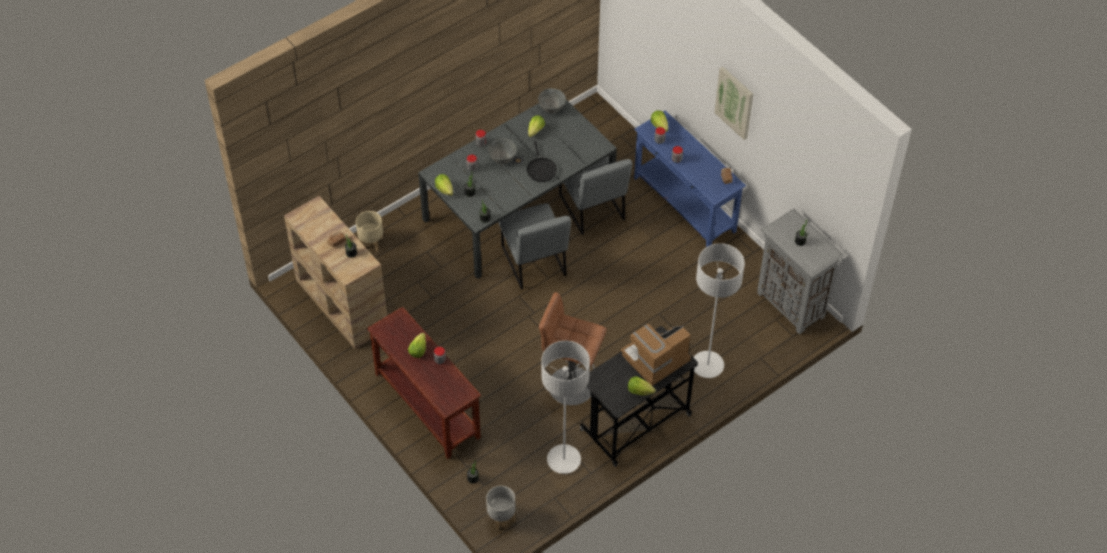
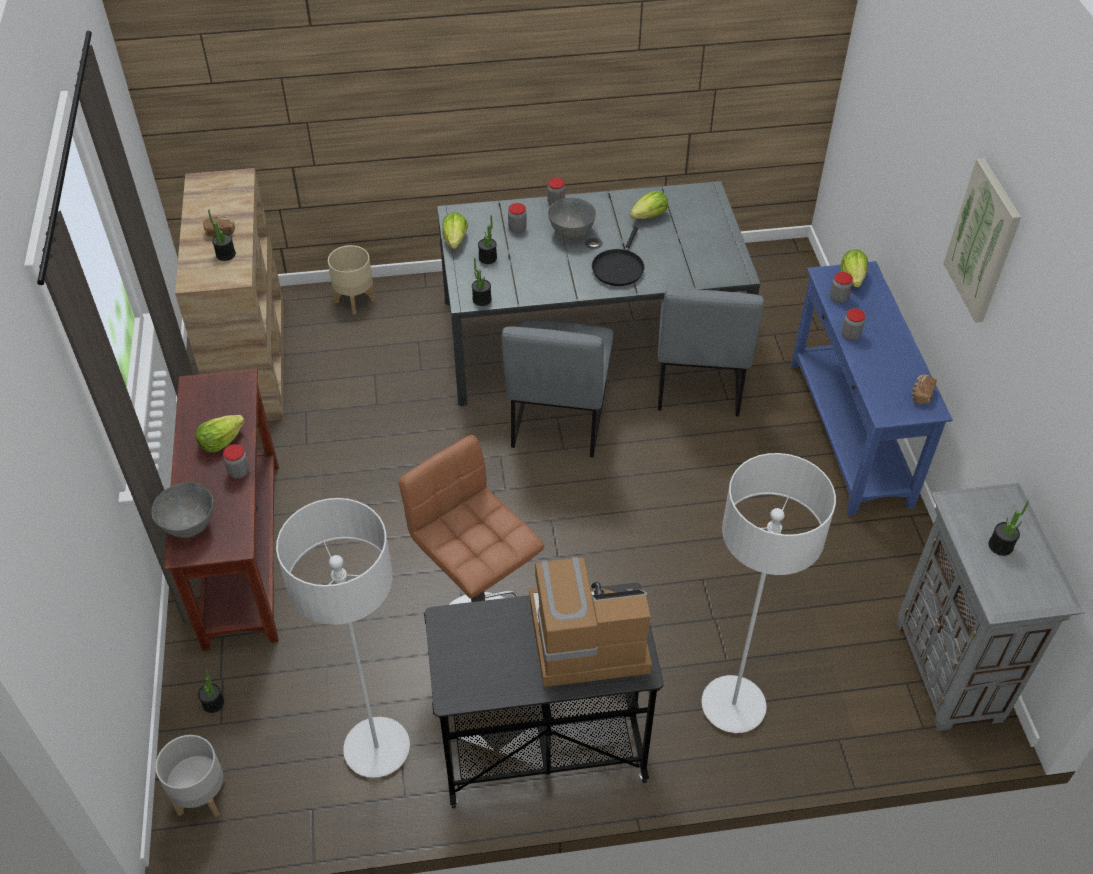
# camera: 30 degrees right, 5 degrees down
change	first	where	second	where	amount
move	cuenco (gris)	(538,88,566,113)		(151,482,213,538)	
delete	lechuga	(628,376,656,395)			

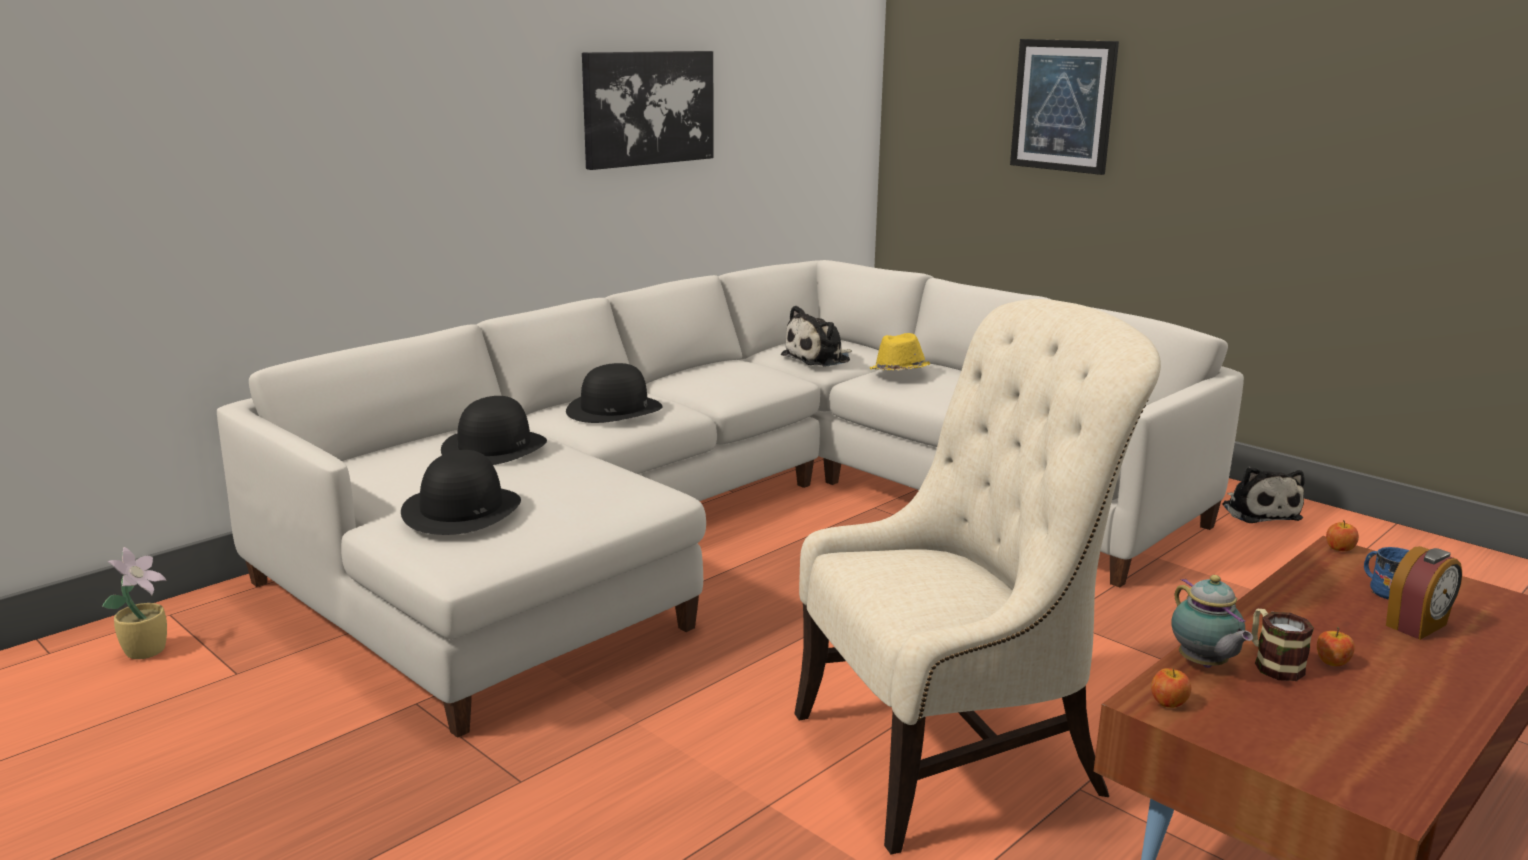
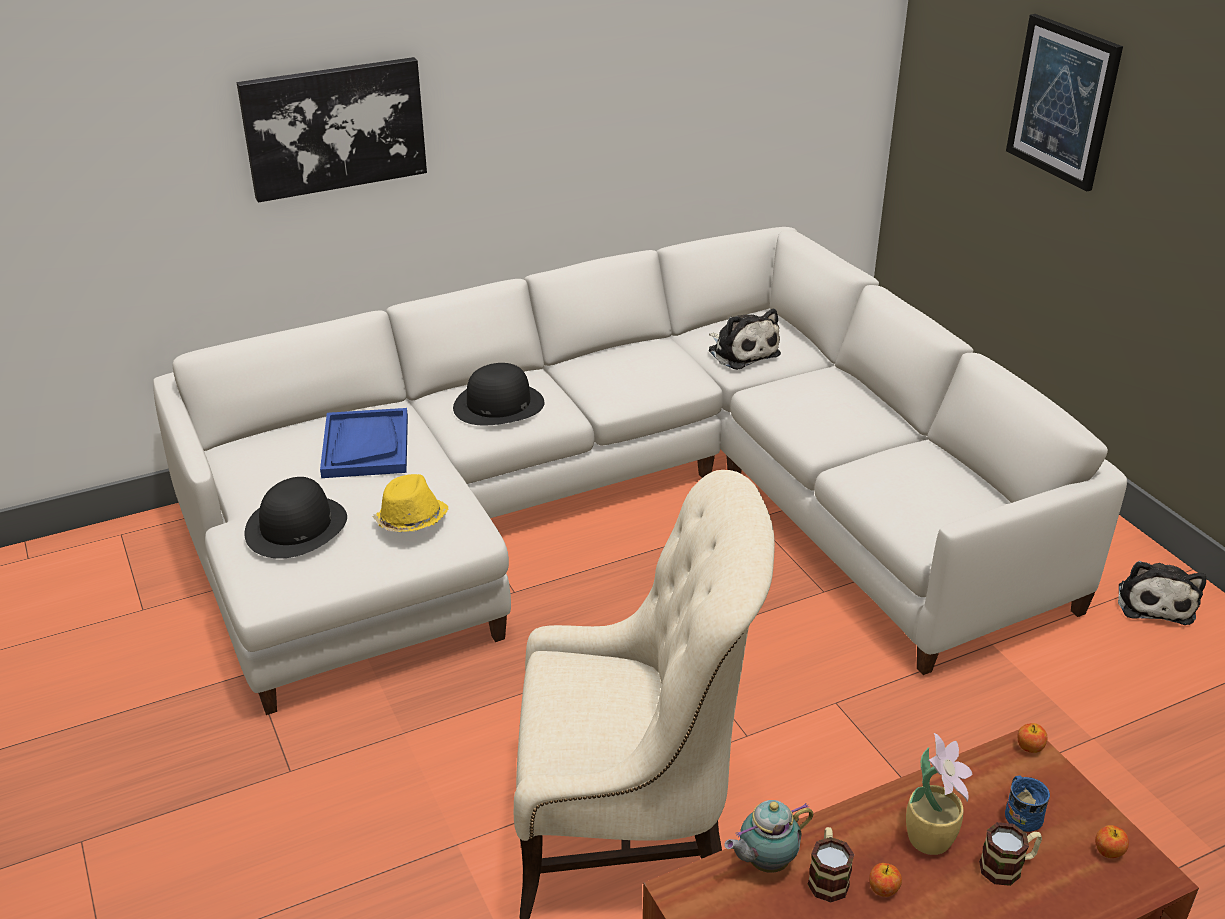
# camera: 20 degrees right, 15 degrees up
change	first	where	second	where	amount
move	cuadro	(582,51,713,170)		(237,57,427,203)	
rotate	peluche	(781,305,852,367)		(708,309,781,370)	105 degrees counterclockwise
move	sombrero (amarillo)	(869,333,930,371)		(373,474,449,532)	
replace	sombrero (negro)	(441,396,547,465)	bandeja (azul)	(320,408,408,478)	
replace	despertador	(1386,546,1462,640)	taza grande	(979,822,1042,886)	
move	planta en maceta	(102,547,167,659)		(906,733,973,855)	
rotate	tetera	(1171,575,1253,668)		(725,800,813,873)	60 degrees clockwise
move	manzana	(1151,668,1191,708)		(1095,825,1129,858)	

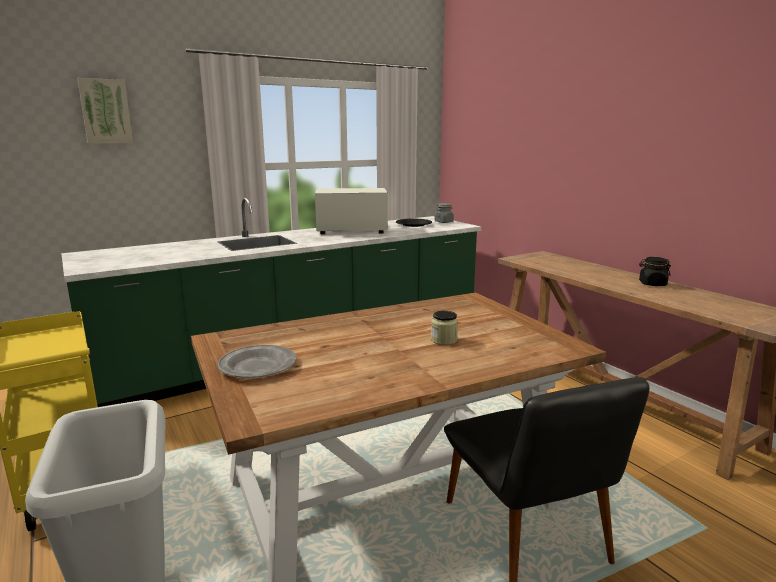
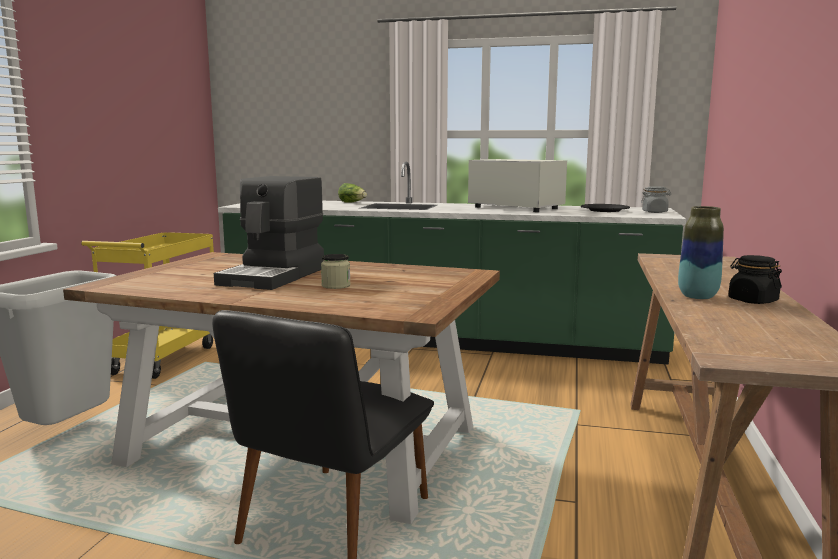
# camera: 45 degrees right, 5 degrees down
change	first	where	second	where	amount
delete	cuadro	(77,78,133,143)			
delete	plato (gris)	(218,345,296,378)			
insert			cafetera	(214,176,324,290)	
insert			lechuga	(338,183,367,203)	
insert			florero	(678,206,724,299)	

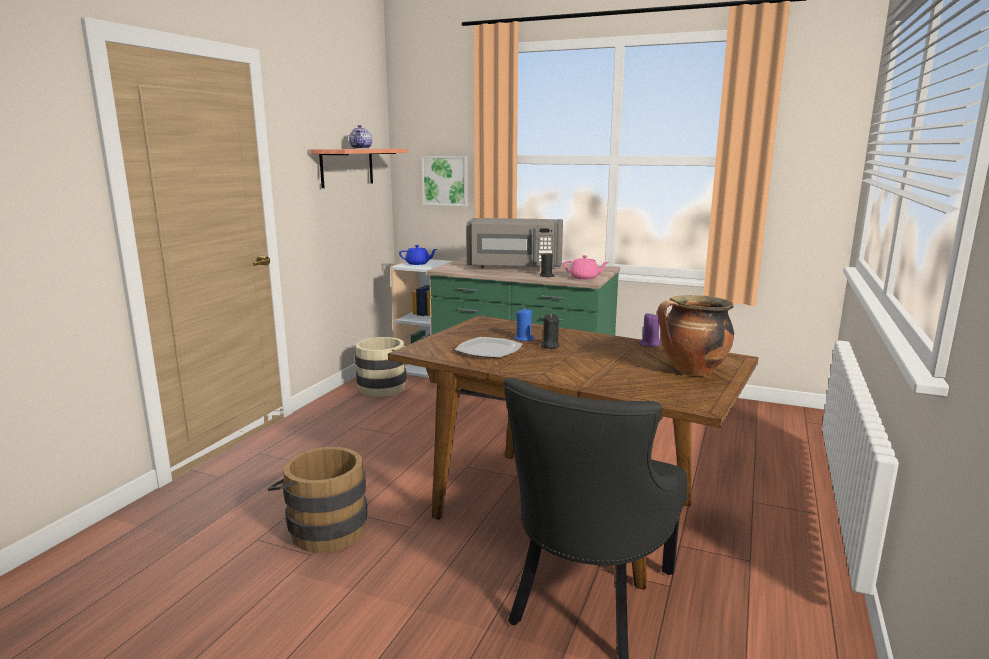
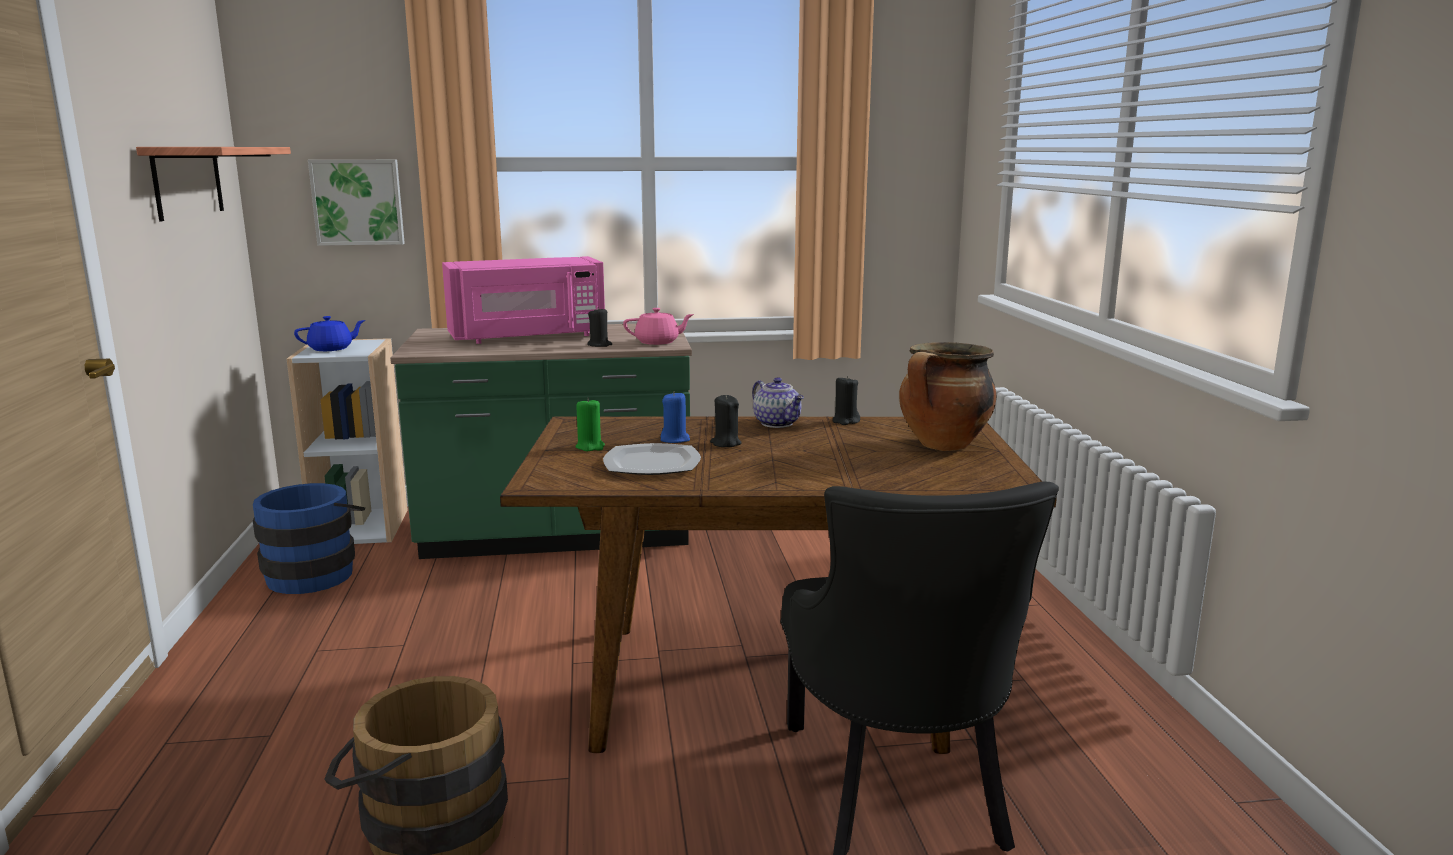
# camera: 30 degrees left, 0 degrees up
change	first	where	second	where	amount
move	tetera	(349,125,372,149)		(752,377,804,428)	
recolor	microondas (gris)	(467,218,563,268)	microondas (rosa)	(442,256,605,344)	
recolor	vela (morado)	(640,313,661,347)	vela (negro)	(832,376,860,425)	
recolor	cubo (beis)	(355,337,406,397)	cubo (azul)	(253,483,365,594)	
insert			vela (verde)	(575,397,605,451)	

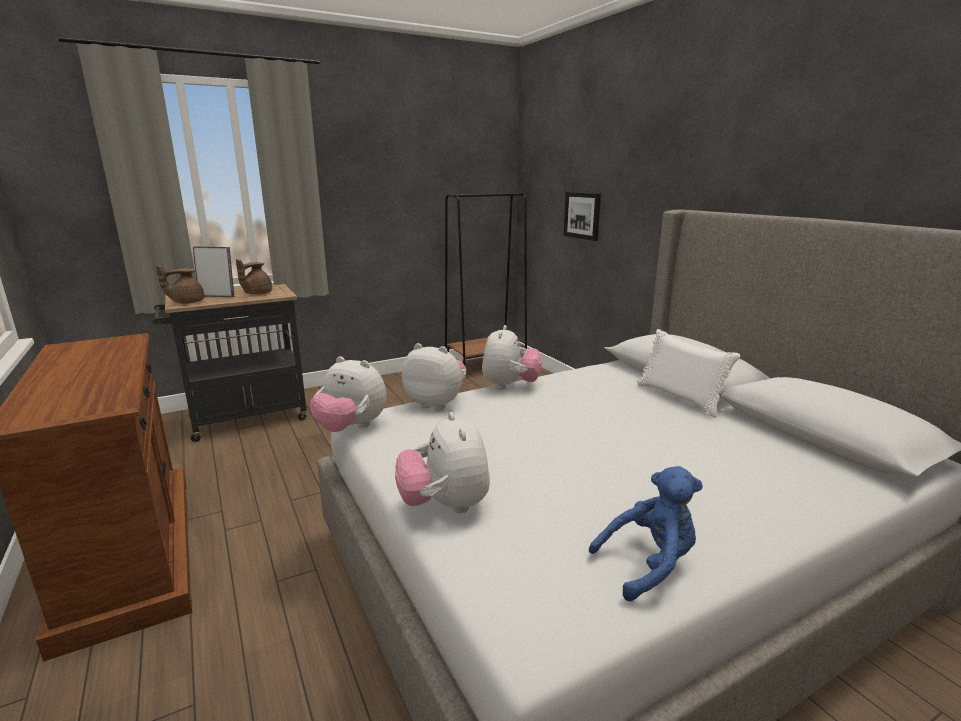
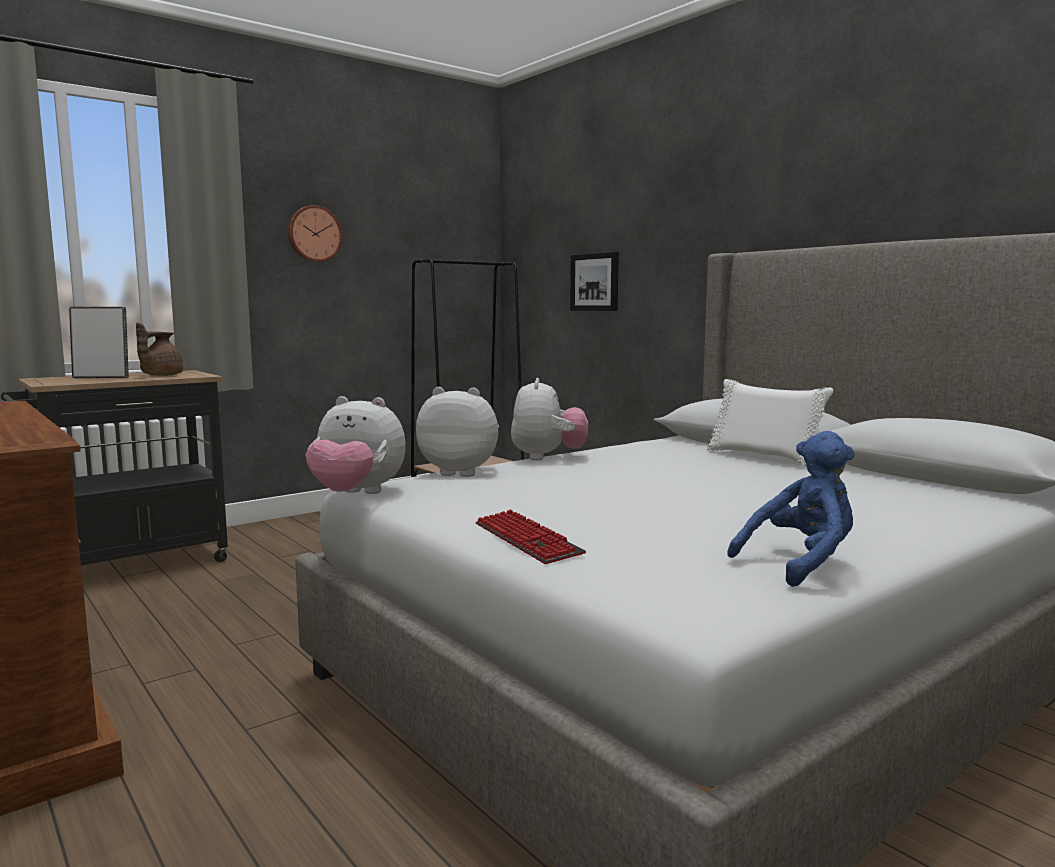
# camera: 10 degrees left, 10 degrees down
change	first	where	second	where	amount
delete	tetera (marrón)	(156,265,204,304)			
replace	peluche	(395,412,490,513)	teclado	(475,509,586,564)	
insert			reloj de pared	(288,205,342,262)	

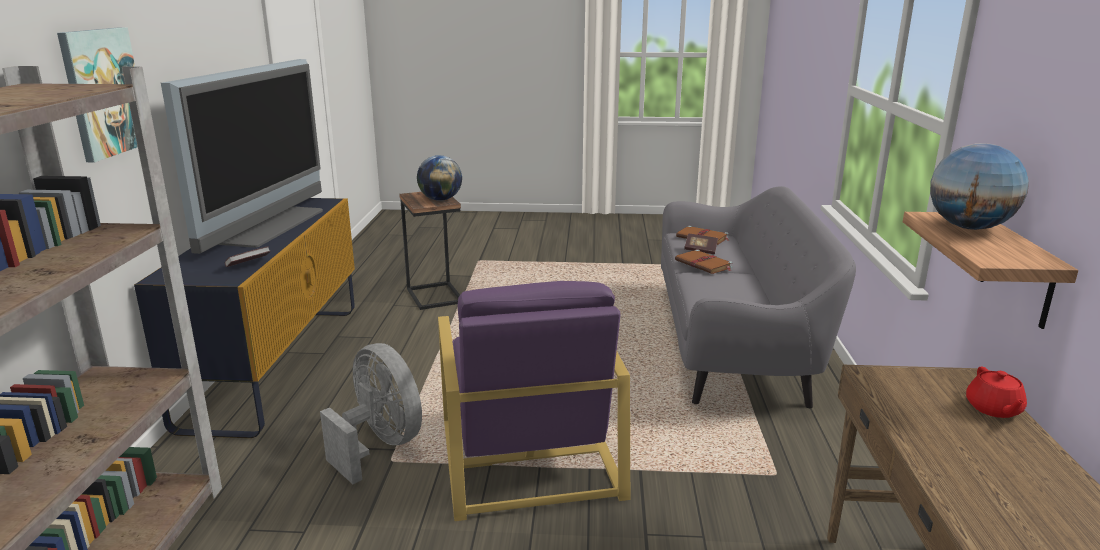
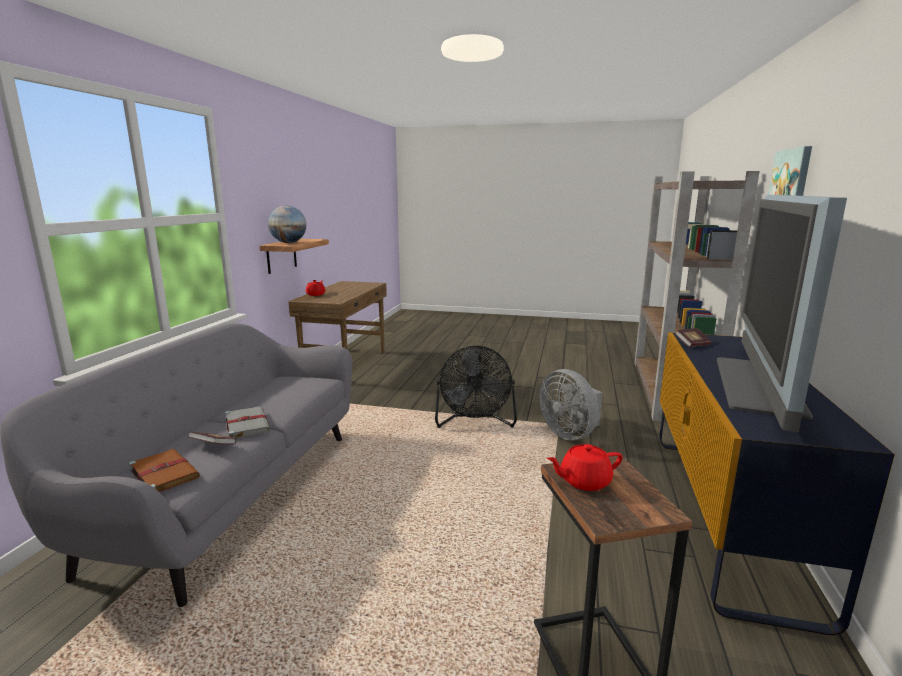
# camera: 170 degrees left, 5 degrees down
change	first	where	second	where	amount
replace	globo terráqueo	(417,155,462,201)	tetera (rojo)	(547,444,623,491)	
recolor	libro (marrón)	(675,249,733,274)	libro (gris)	(225,406,270,438)	
replace	sillón (morado)	(438,281,631,521)	ventilador (negro)	(435,346,517,428)	

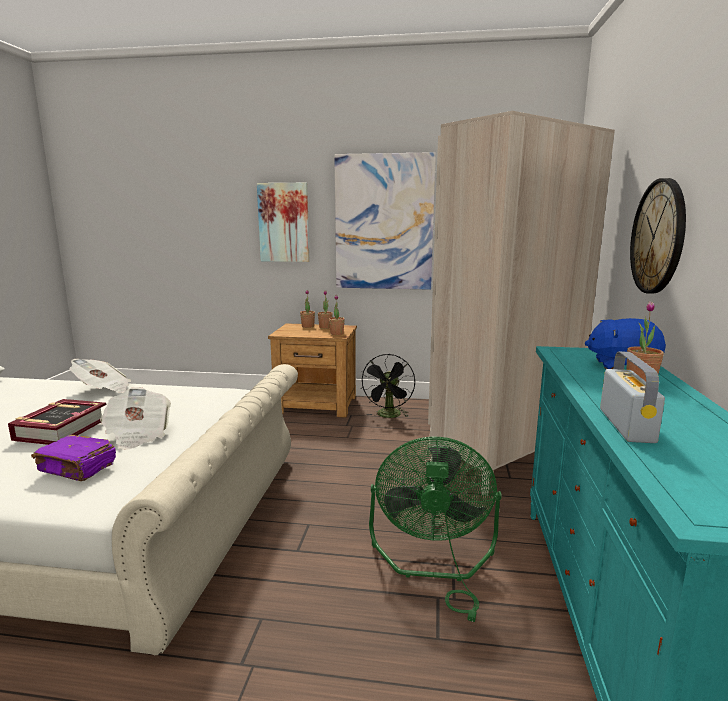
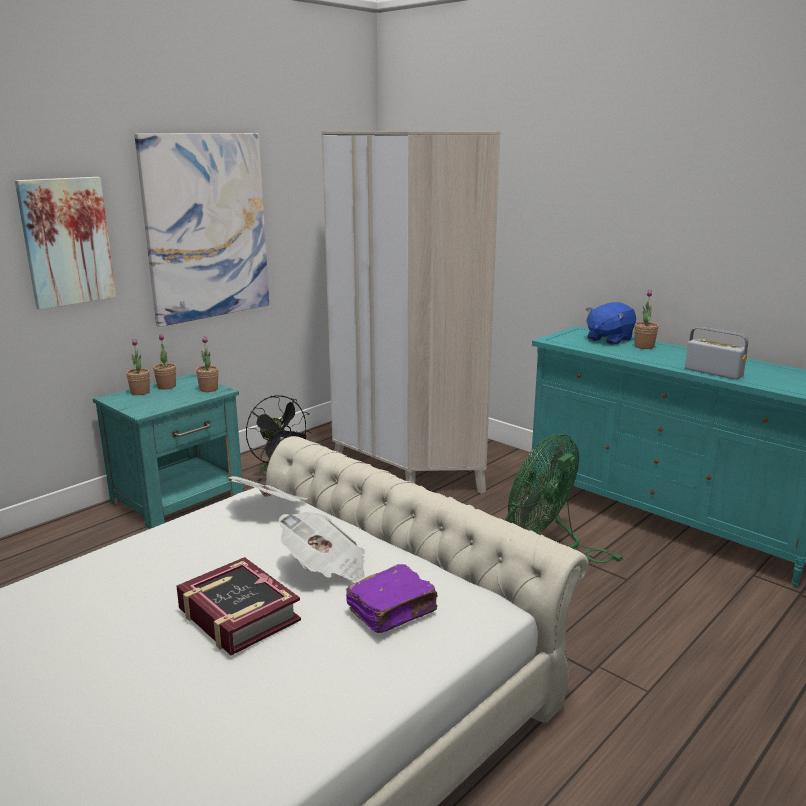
# camera: 55 degrees left, 5 degrees up
change	first	where	second	where	amount
delete	reloj de pared	(630,178,686,293)			
recolor	mesita de noche (marrón)	(268,323,357,418)	mesita de noche (turquesa)	(93,373,243,529)	
move	periódico	(70,359,131,393)		(228,476,308,502)	

